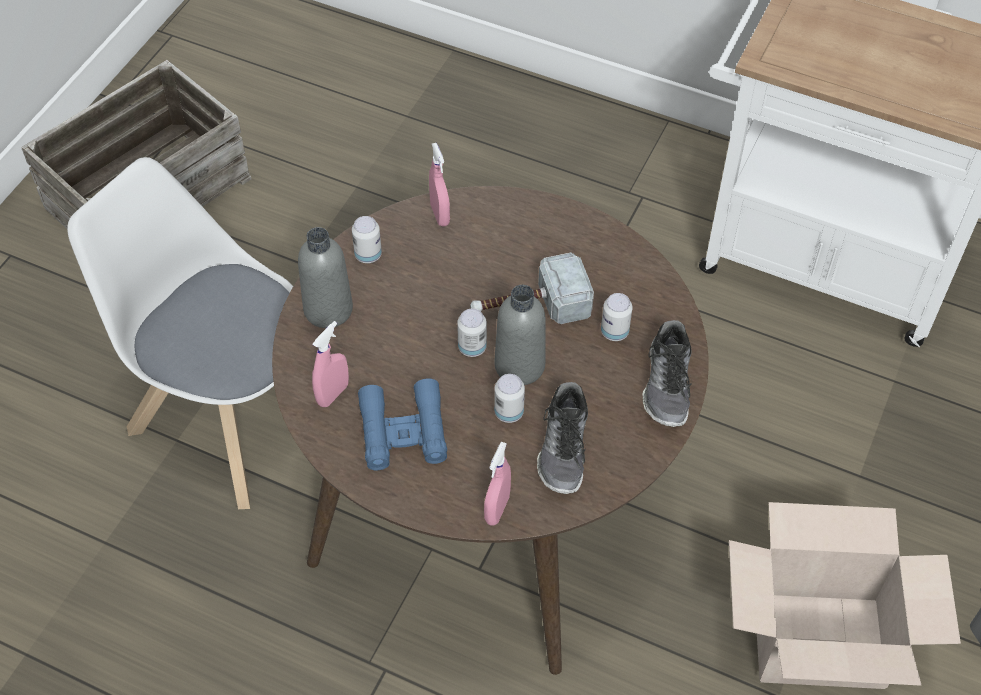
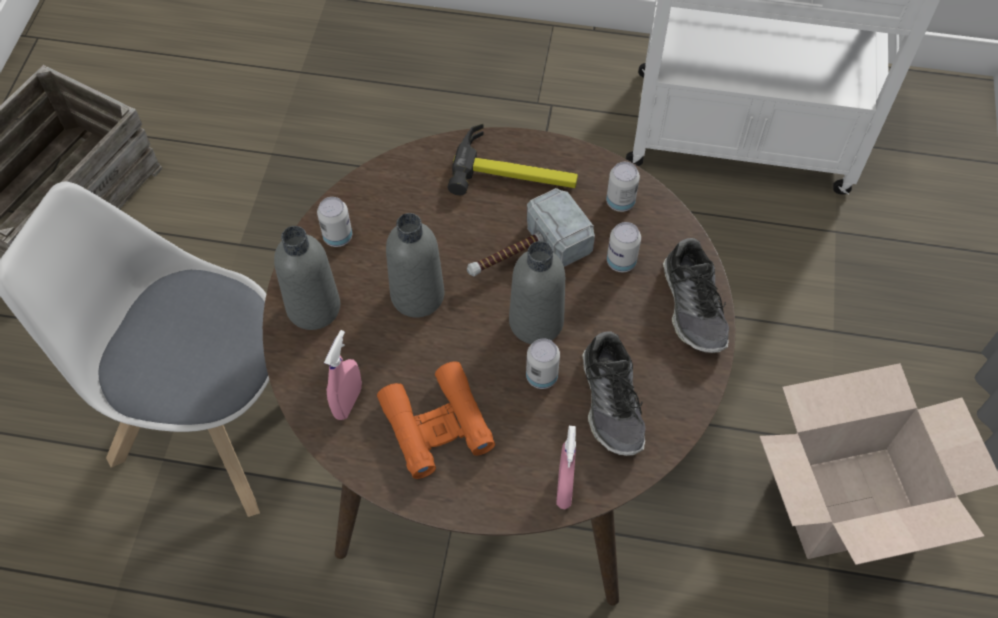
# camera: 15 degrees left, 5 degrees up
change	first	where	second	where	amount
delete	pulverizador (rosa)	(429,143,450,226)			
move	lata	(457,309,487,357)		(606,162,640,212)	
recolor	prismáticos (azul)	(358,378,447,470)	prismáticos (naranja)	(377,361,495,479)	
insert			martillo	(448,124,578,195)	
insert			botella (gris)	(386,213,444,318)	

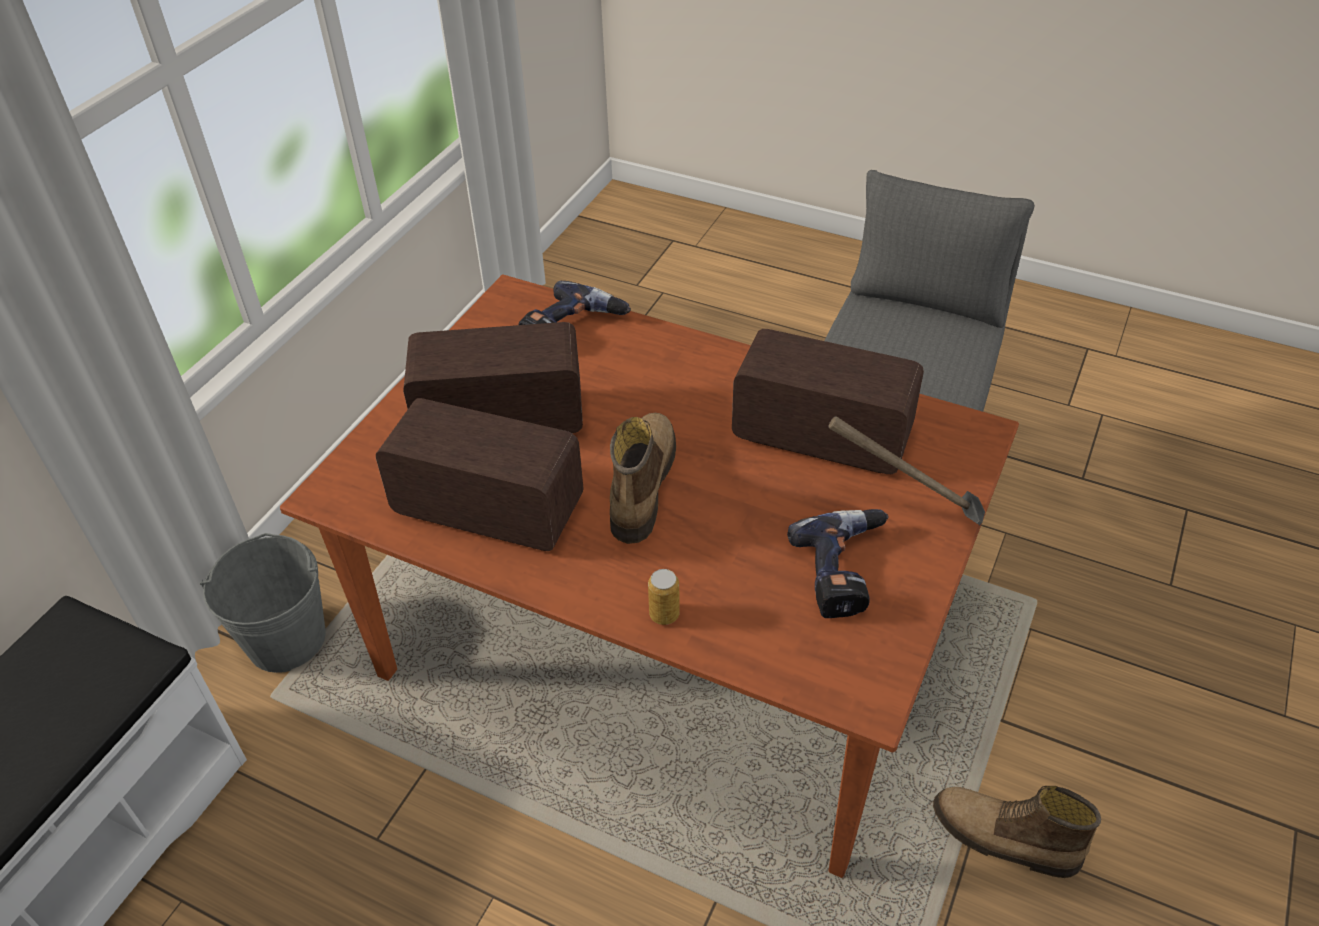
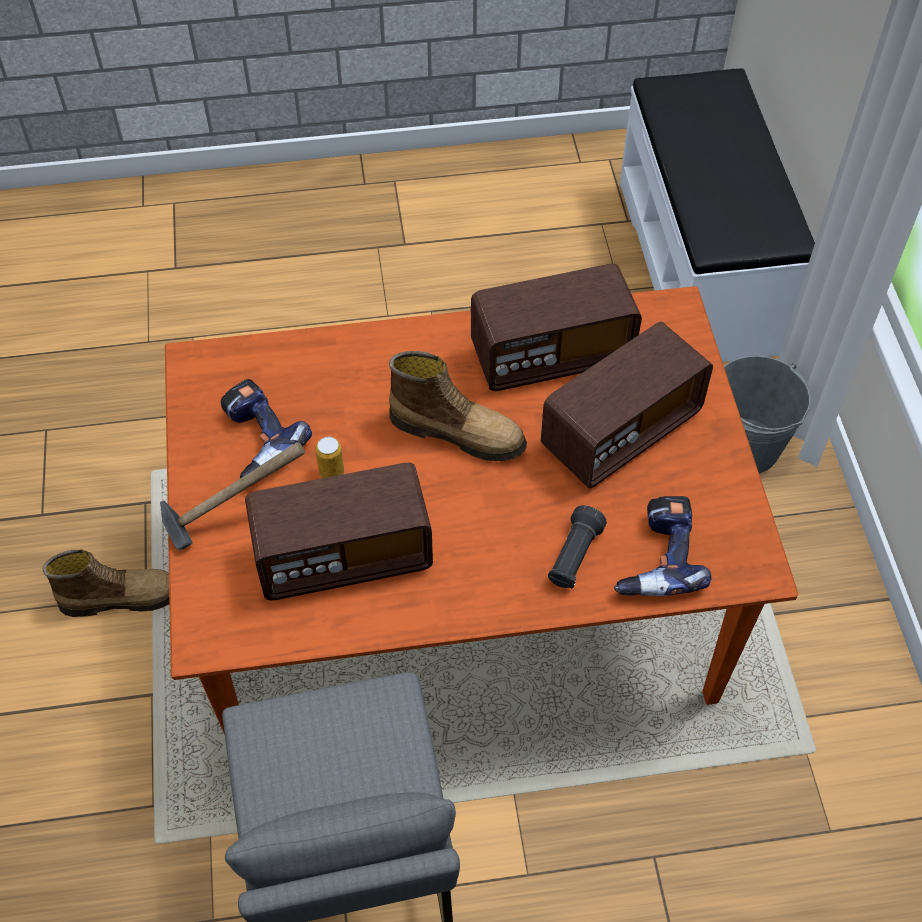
# camera: 145 degrees right, 10 degrees up
change	first	where	second	where	amount
rotate	bota	(610,413,676,544)		(389,351,527,461)	45 degrees counterclockwise
move	lata	(648,569,680,625)		(315,437,344,478)	
insert			linterna (negro)	(548,505,607,589)	

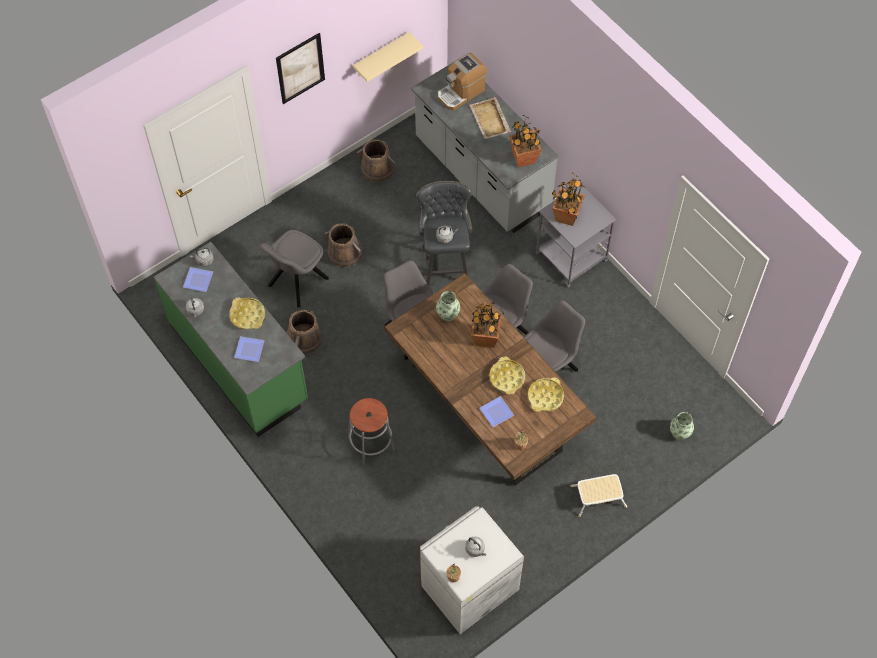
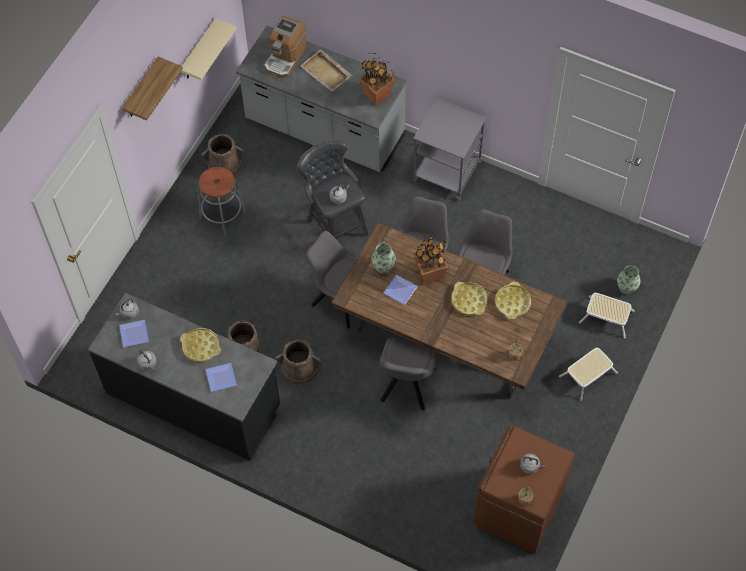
# camera: 25 degrees left, 0 degrees up
change	first	where	second	where	amount
replace	cuadro	(276,33,325,104)	estante	(122,57,183,120)	
delete	planta en maceta	(552,172,585,226)			
move	cubo (marrón)	(324,224,362,268)		(276,340,321,385)	
move	silla (gris)	(260,230,329,308)		(380,335,436,411)	
recolor	mueble bajo de cocina (verde)	(154,242,308,437)	mueble bajo de cocina (negro)	(88,293,280,461)	
move	plato	(480,396,514,427)		(384,275,418,305)	
move	taburete (gris)	(348,398,395,465)		(198,167,246,235)	
recolor	lavadora (blanco)	(420,506,524,634)	lavadora (marrón)	(474,426,575,554)	
insert			escalera de tijera (beis)	(579,293,635,339)	

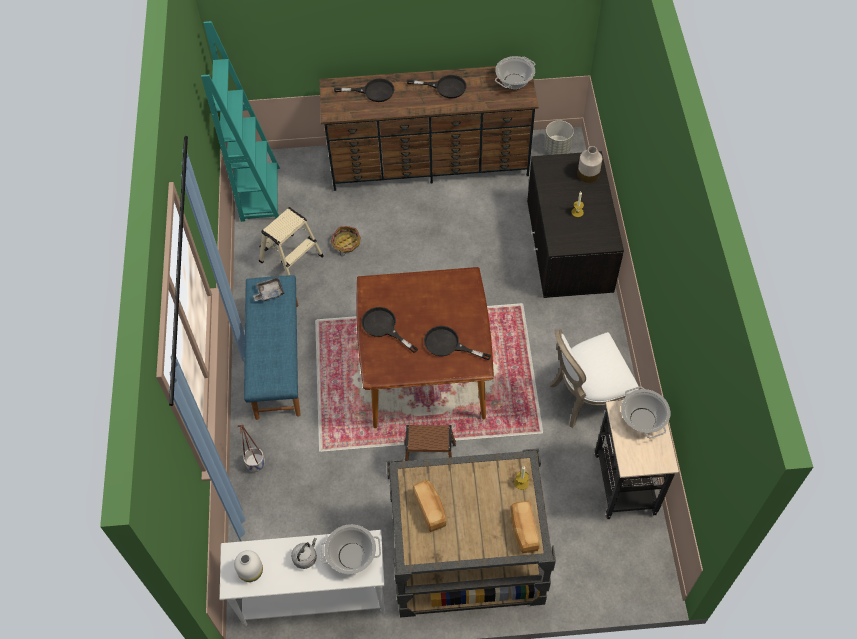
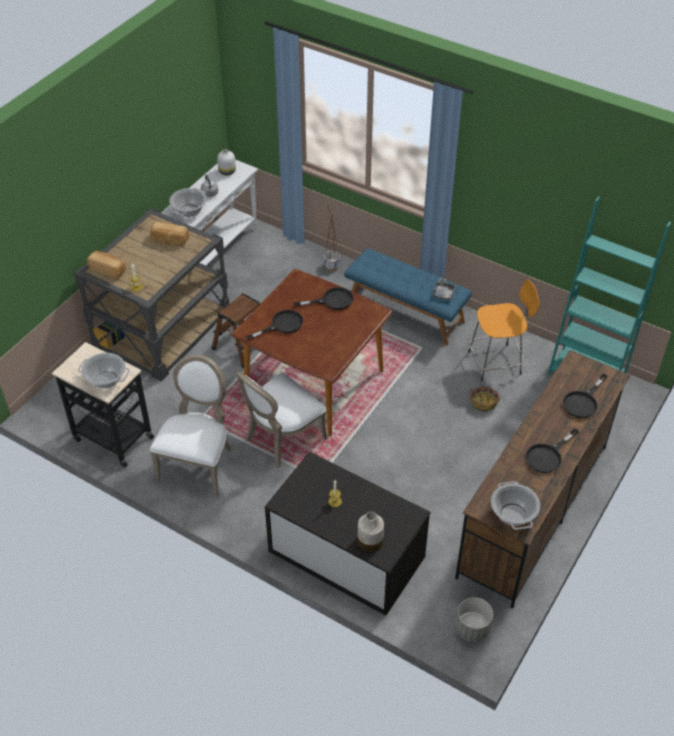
# camera: 125 degrees right, 10 degrees down
change	first	where	second	where	amount
replace	escalera de tijera (beis)	(259,207,324,276)	taburete (naranja)	(468,279,540,382)	
insert			silla (blanco)	(236,371,327,468)	

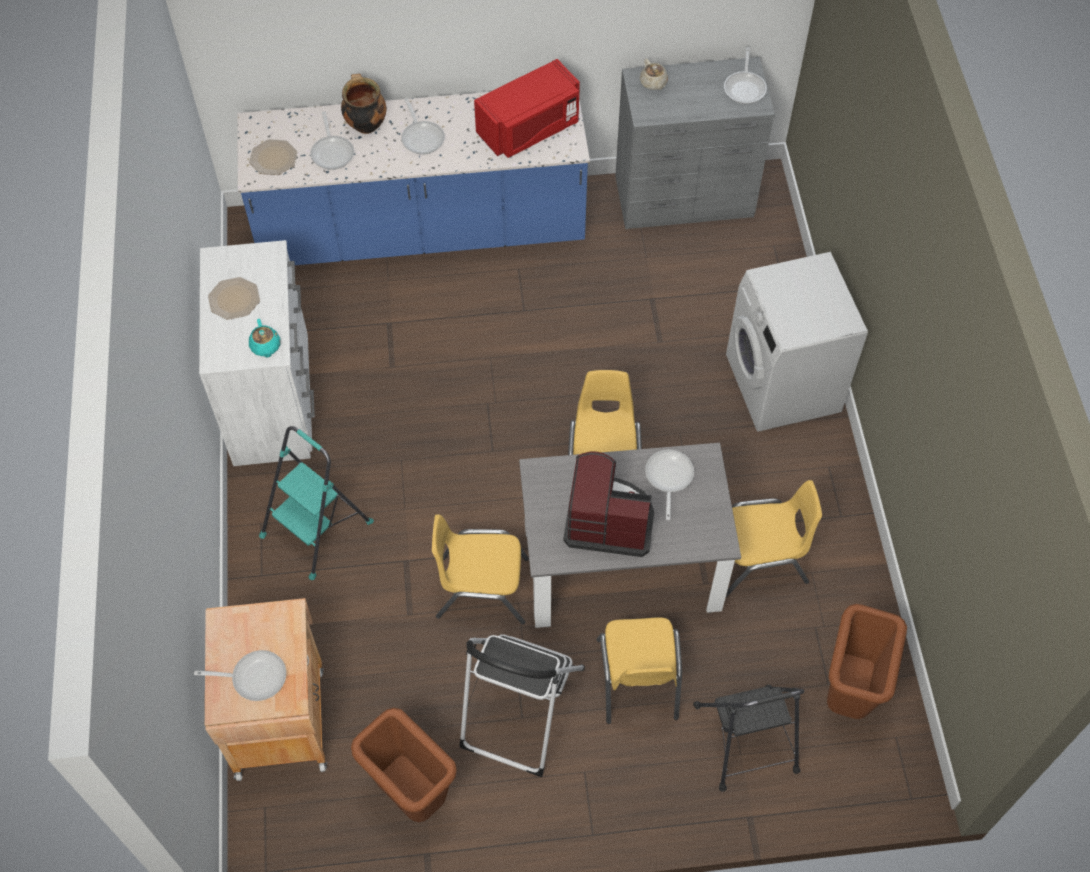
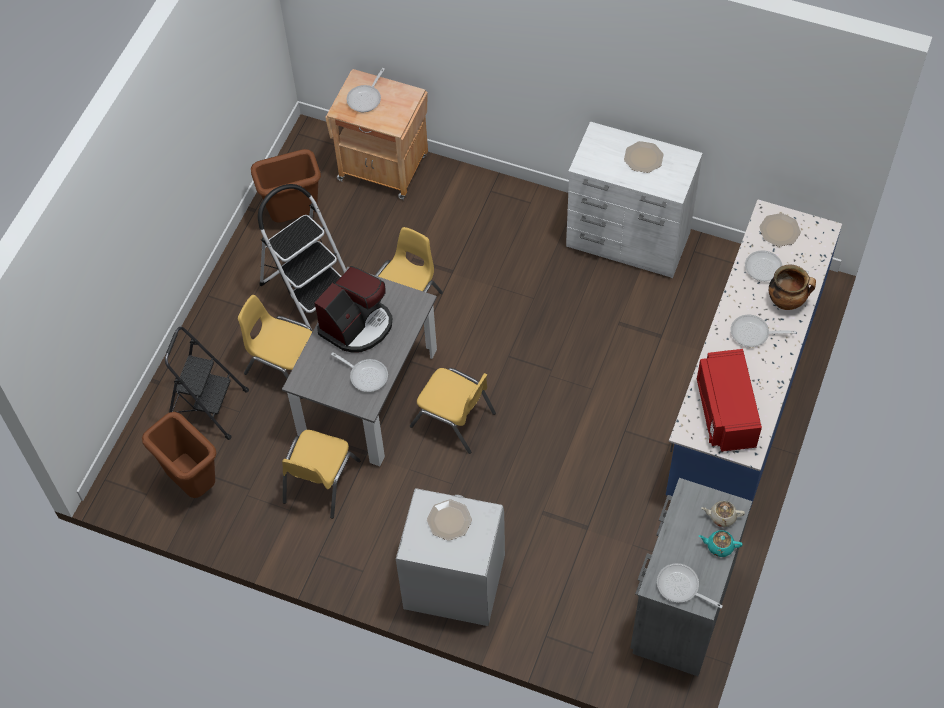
# camera: 120 degrees right, 0 degrees up
change	first	where	second	where	amount
move	tetera (turquesa)	(249,319,281,357)		(699,530,743,557)	
delete	escalera de tijera (turquesa)	(259,426,374,580)			
insert			plato	(427,499,472,541)	

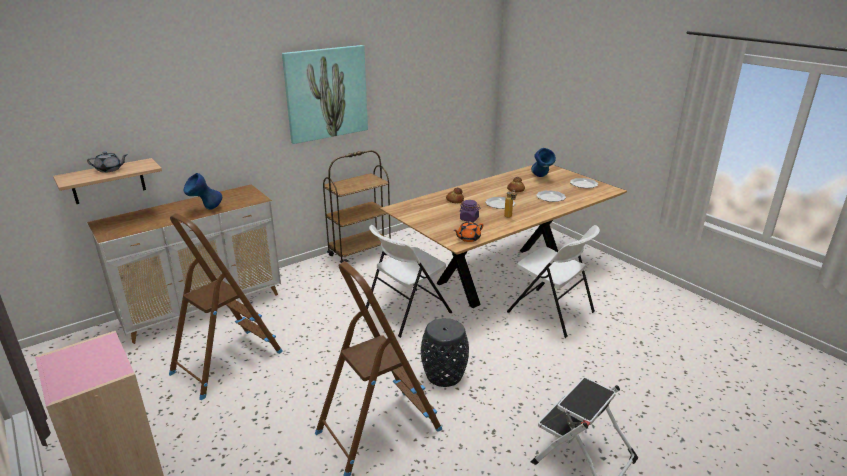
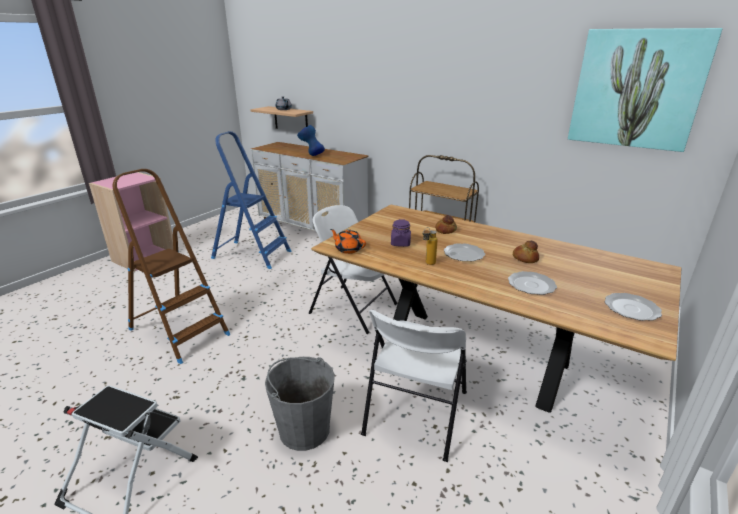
# camera: 70 degrees right, 0 degrees up
change	first	where	second	where	amount
move	cuadro	(282,45,368,144)		(568,28,723,152)	
delete	florero (azul)	(531,148,556,177)			
recolor	escalera de tijera (marrón)	(169,213,283,400)	escalera de tijera (azul)	(211,131,292,269)	
delete	taburete (negro)	(421,318,469,387)			
insert			cubo (gris)	(265,357,335,451)	

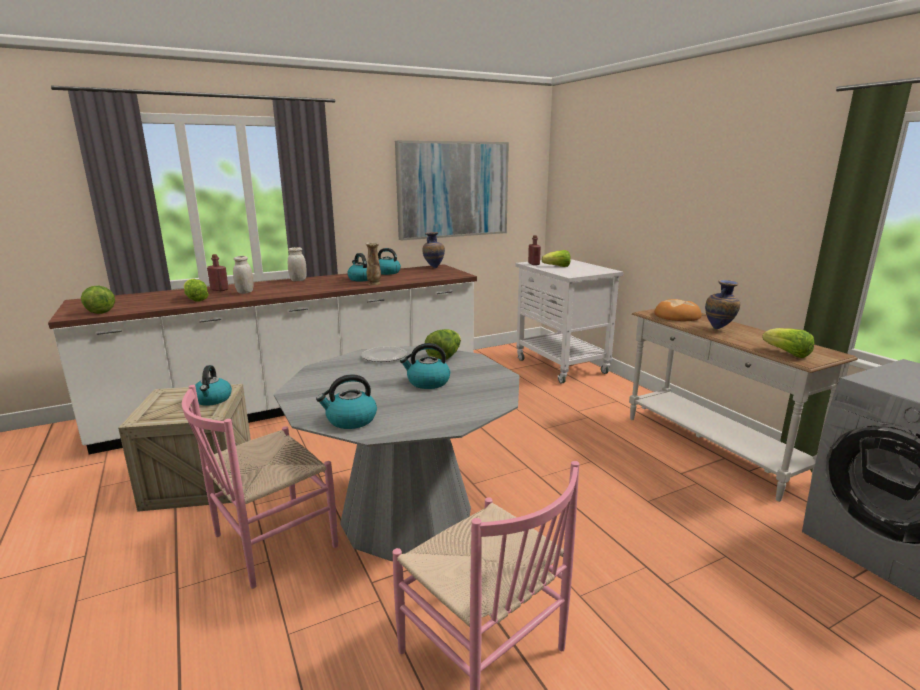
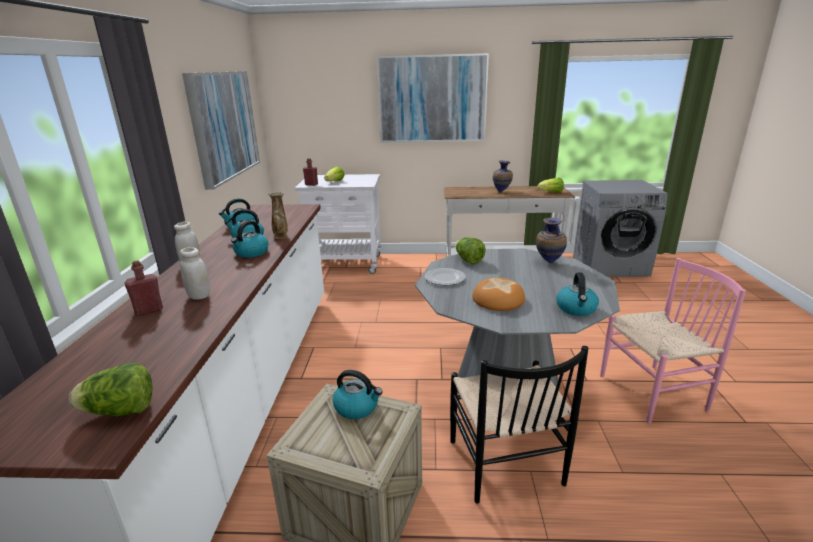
# camera: 60 degrees left, 5 degrees up
change	first	where	second	where	amount
move	florero	(422,232,445,268)		(536,217,567,263)	
delete	lechuga	(184,279,209,302)			
move	pan	(654,299,701,321)		(472,277,525,311)	
move	hervidor	(400,343,450,389)		(231,221,269,258)	
recolor	silla (rosa)	(182,385,338,589)	silla (negro)	(450,346,588,504)	
insert			cuadro	(377,53,489,143)	

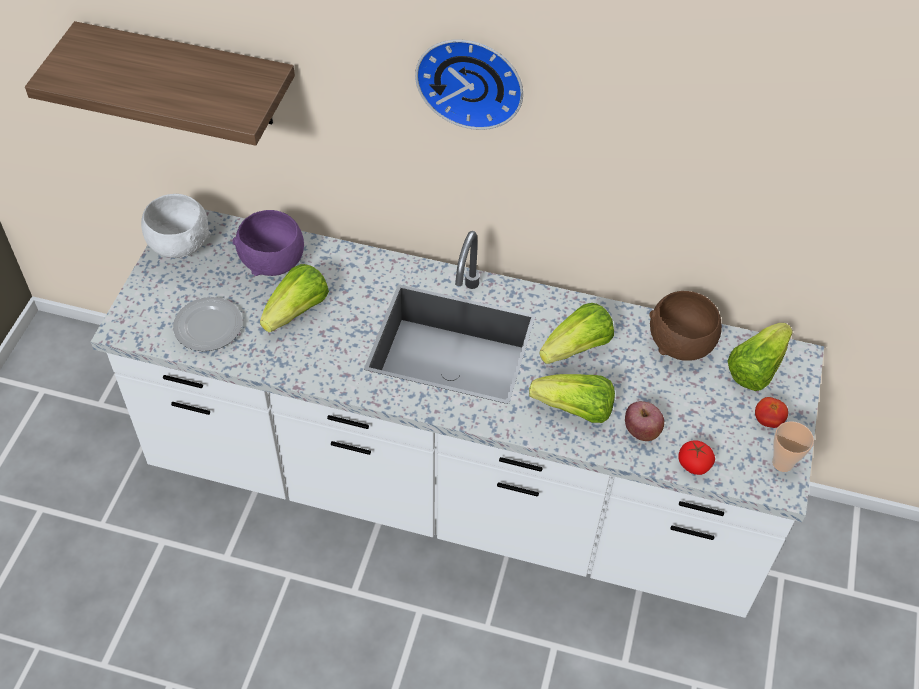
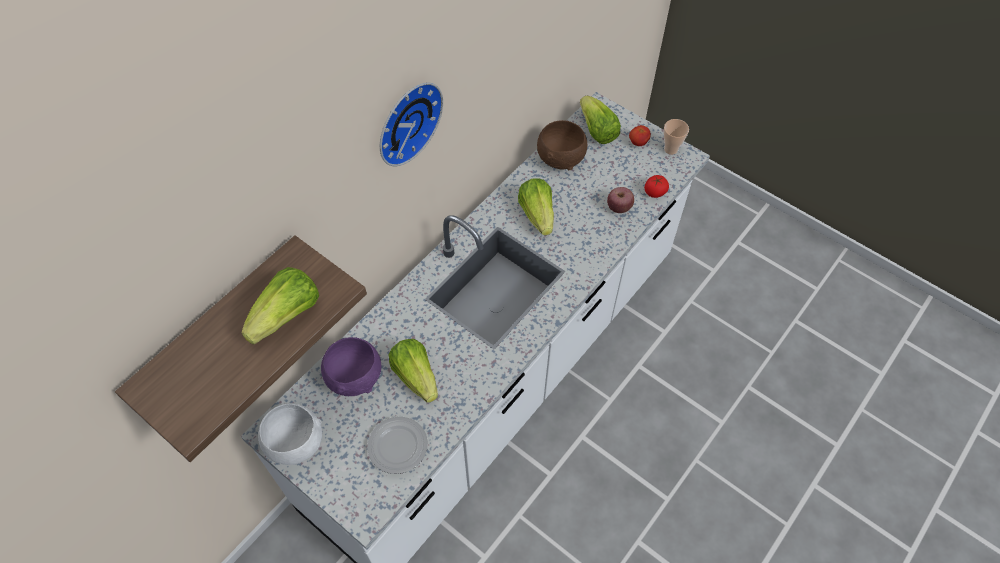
# camera: 65 degrees left, 5 degrees up
change	first	where	second	where	amount
move	lechuga	(529,374,615,423)		(242,267,319,344)	

